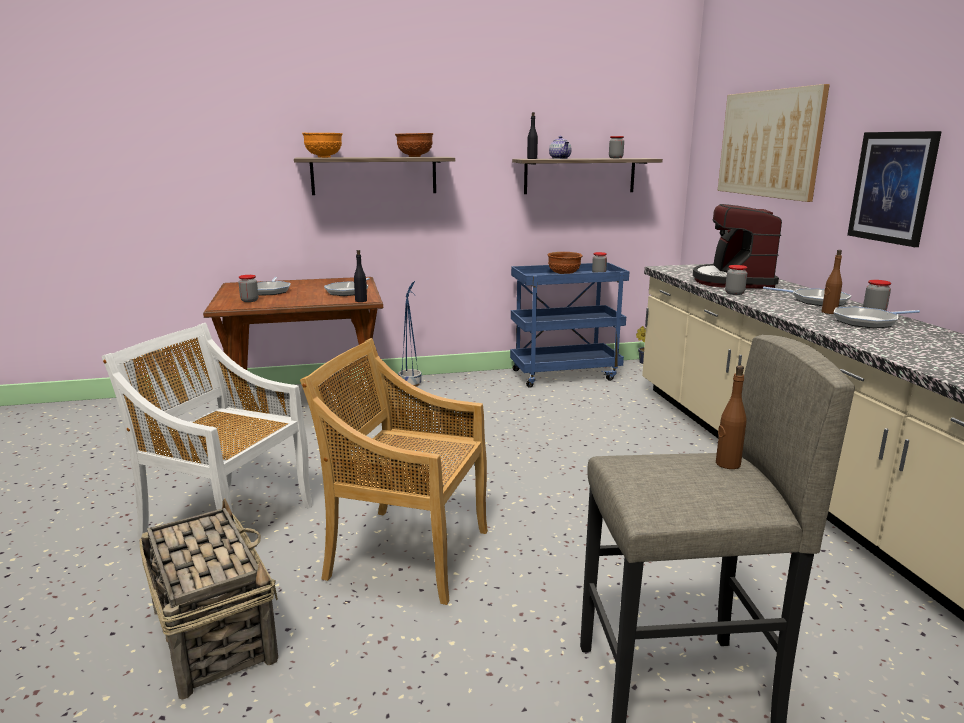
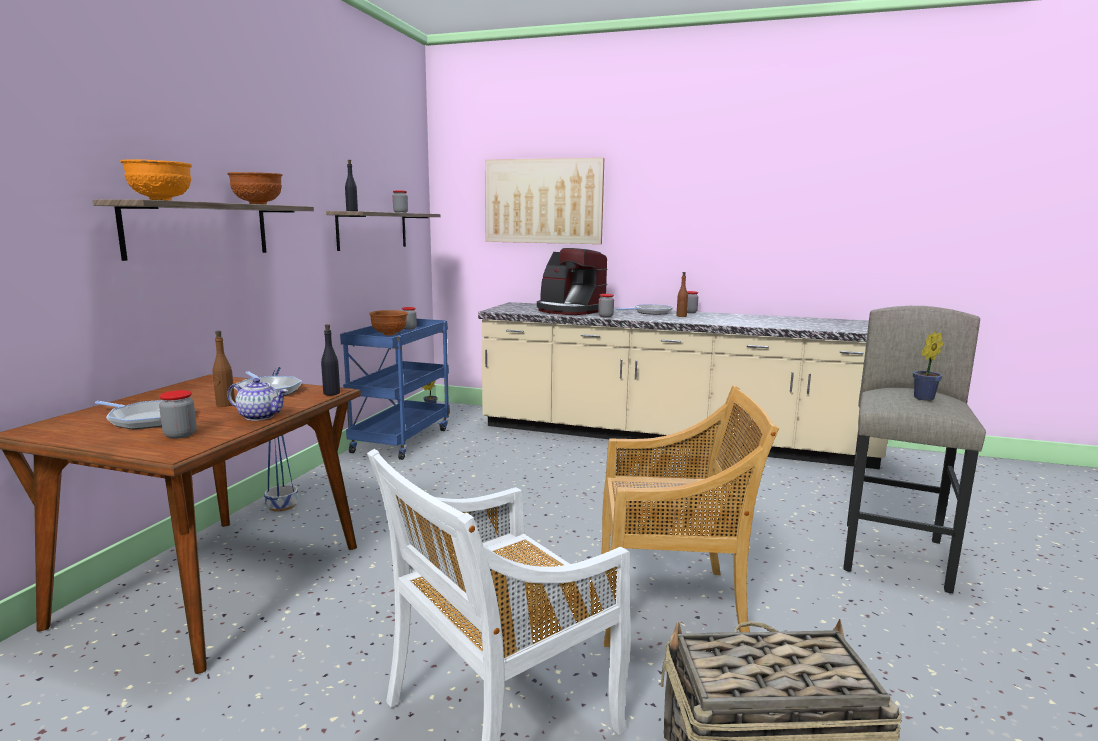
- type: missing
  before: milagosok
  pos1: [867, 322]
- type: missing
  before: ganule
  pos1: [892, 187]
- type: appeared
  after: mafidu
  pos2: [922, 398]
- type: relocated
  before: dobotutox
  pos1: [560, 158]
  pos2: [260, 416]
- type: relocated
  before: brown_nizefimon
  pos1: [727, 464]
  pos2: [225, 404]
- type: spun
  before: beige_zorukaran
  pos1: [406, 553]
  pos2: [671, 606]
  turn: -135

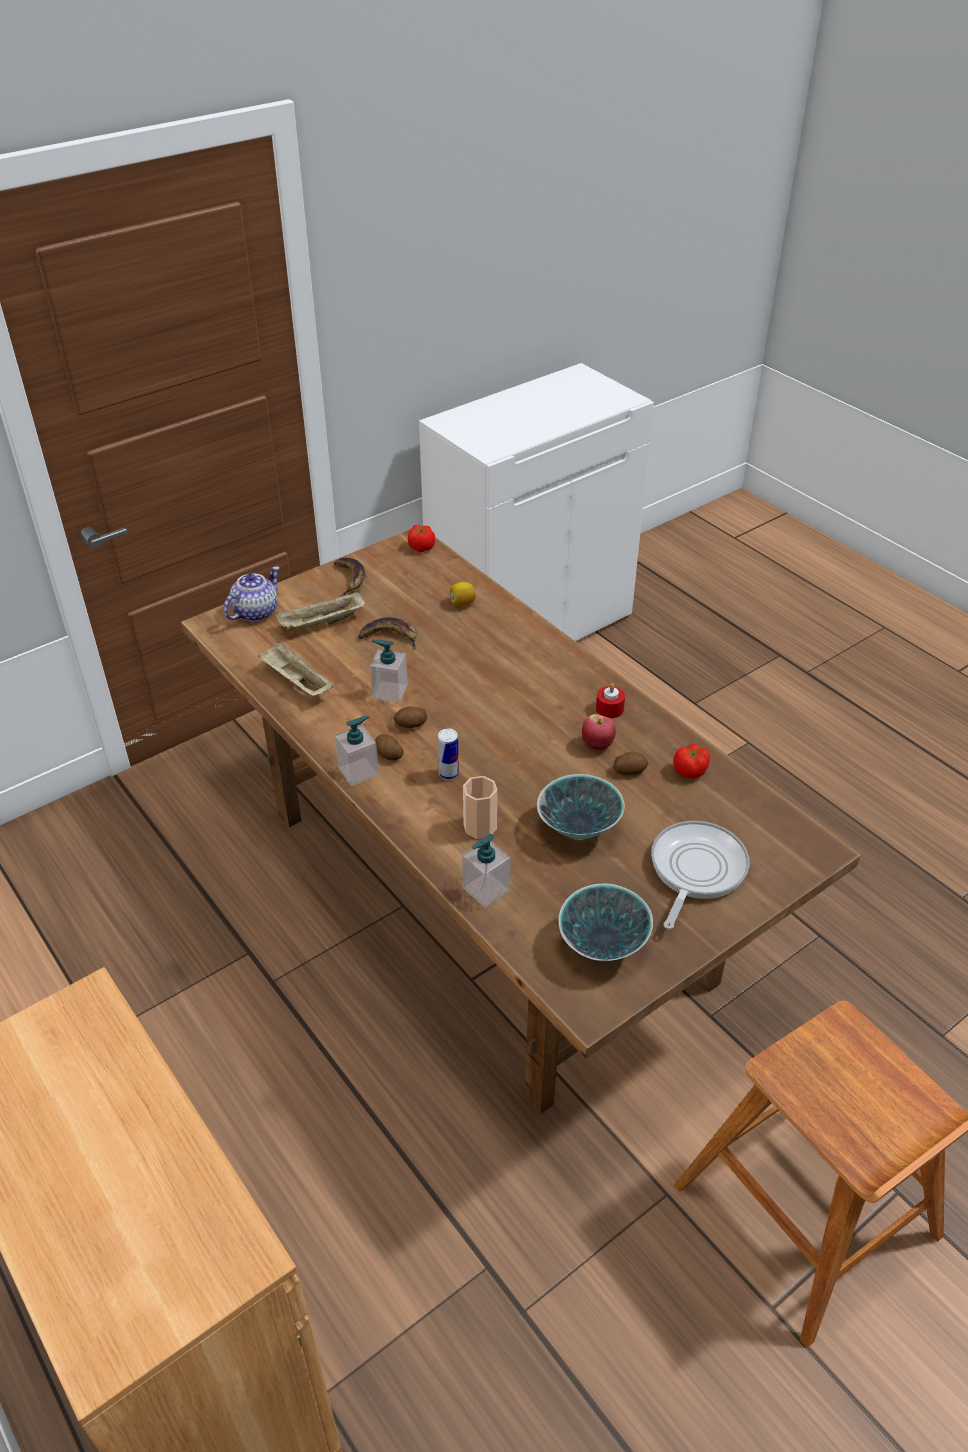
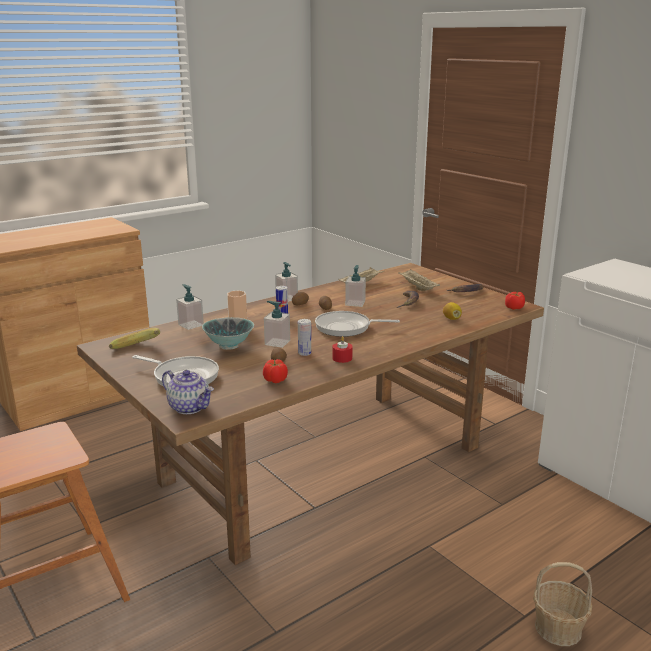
- type: appeared
  after: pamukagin
  pos2: [277, 342]
- type: appeared
  after: milagosok
  pos2: [346, 328]
- type: appeared
  after: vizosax
  pos2: [558, 628]
- type: relocated
  before: dobotutox
  pos1: [255, 612]
  pos2: [190, 407]
- type: exchanged
  before: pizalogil
  after: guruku
  pos1: [603, 945]
  pos2: [138, 350]
- type: exchanged
  before: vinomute
  after: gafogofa
  pos1: [597, 745]
  pos2: [304, 353]

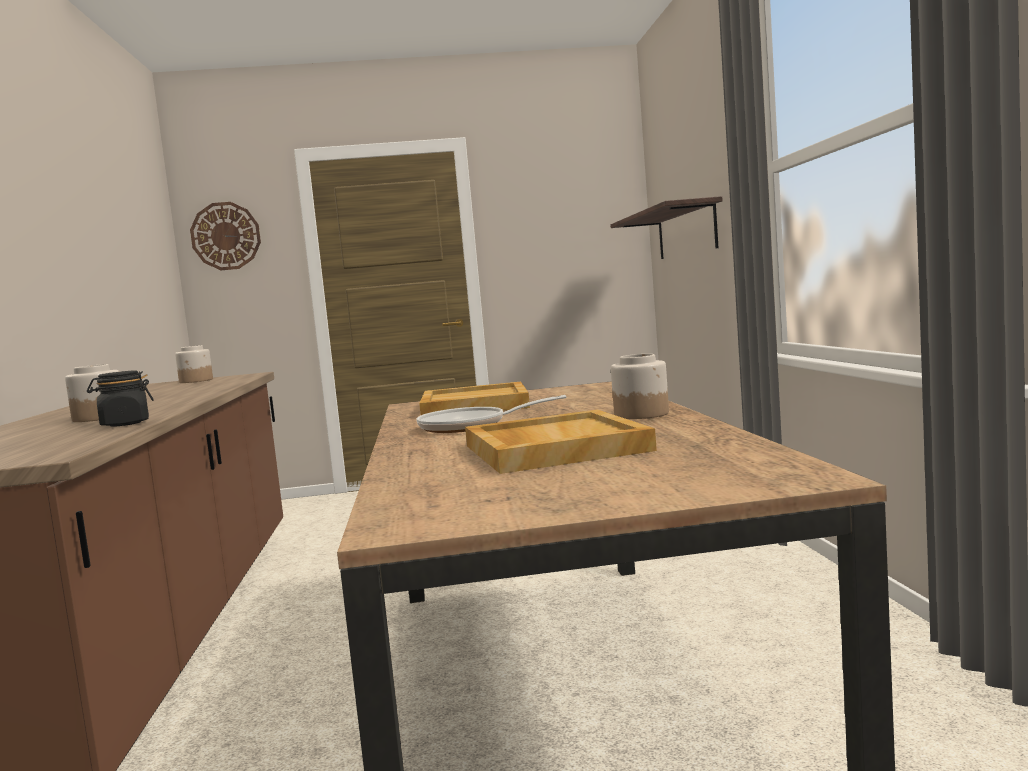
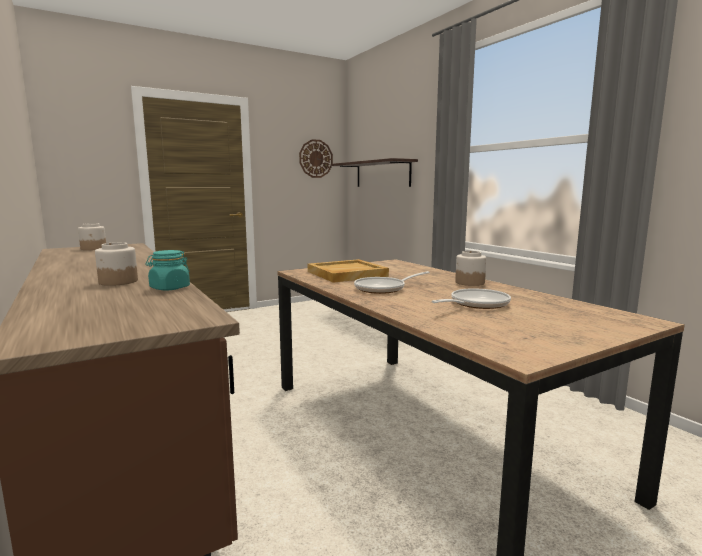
- type: relocated
  before: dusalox
  pos1: [226, 236]
  pos2: [316, 158]
- type: exchanged
  before: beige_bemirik
  after: milagosok
  pos1: [553, 448]
  pos2: [476, 304]
- type: colour
  before: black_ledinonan
  after: turquoise_ledinonan
  pos1: [125, 424]
  pos2: [169, 288]

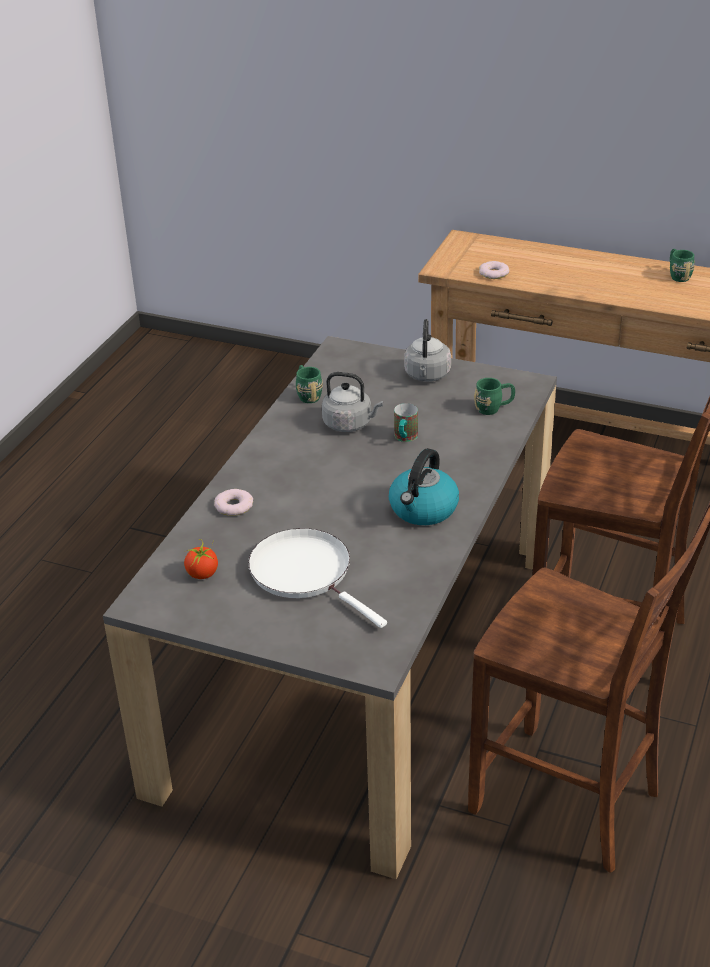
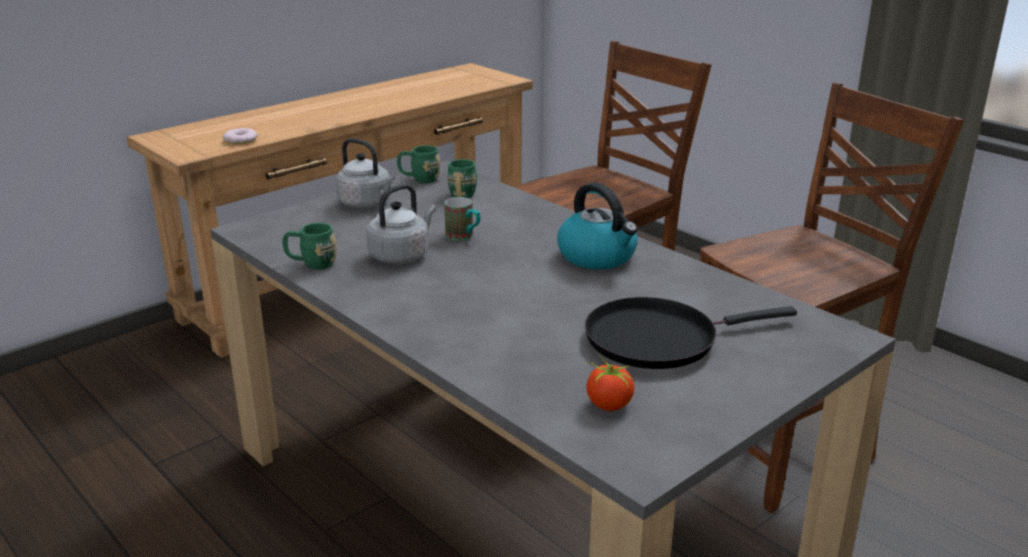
- type: missing
  before: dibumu
  pos1: [233, 506]
- type: relocated
  before: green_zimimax
  pos1: [677, 275]
  pos2: [419, 178]
- type: colour
  before: white_milagosok
  after: black_milagosok
  pos1: [305, 573]
  pos2: [659, 339]

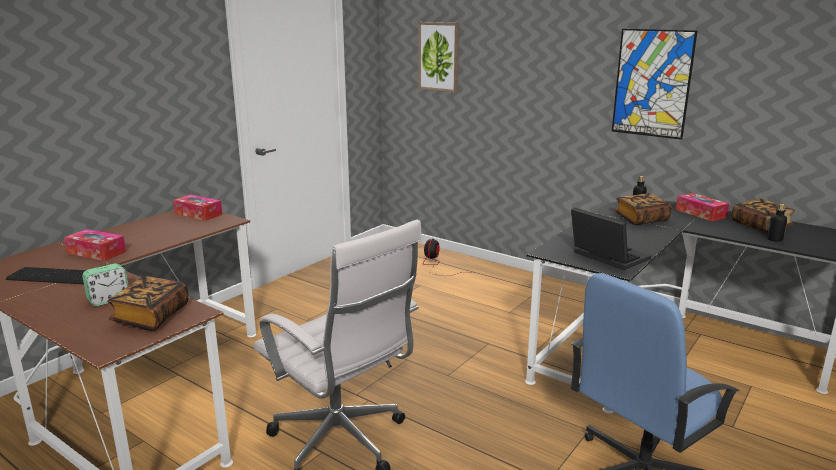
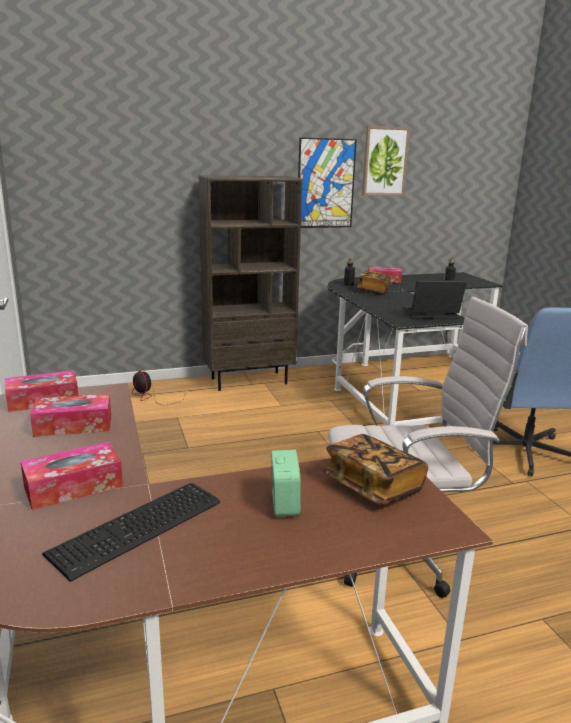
- type: missing
  before: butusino
  pos1: [760, 226]
- type: appeared
  after: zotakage
  pos2: [73, 425]
- type: appeared
  after: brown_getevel
  pos2: [249, 380]
- type: relocated
  before: ganule
  pos1: [439, 56]
  pos2: [384, 161]

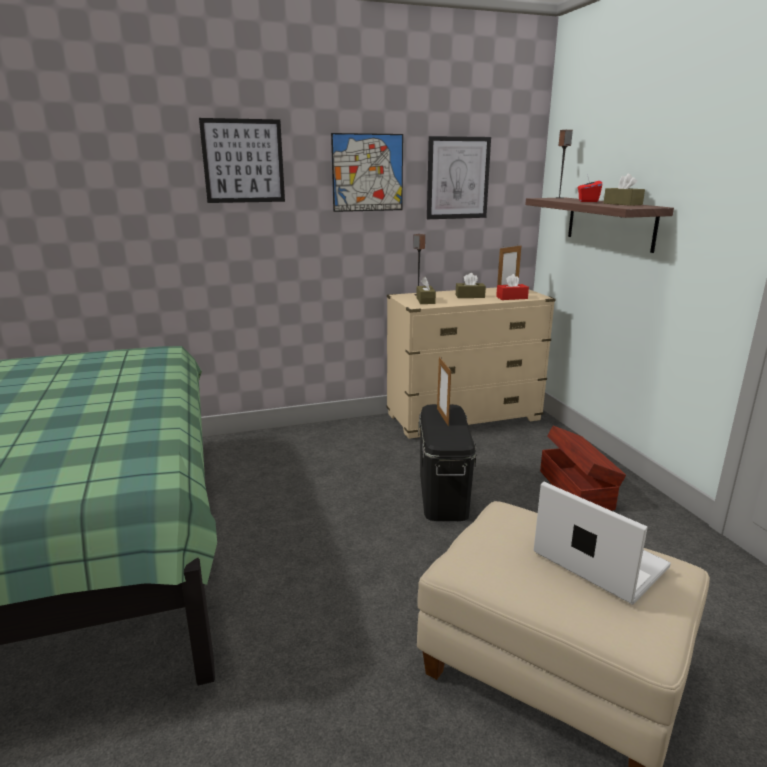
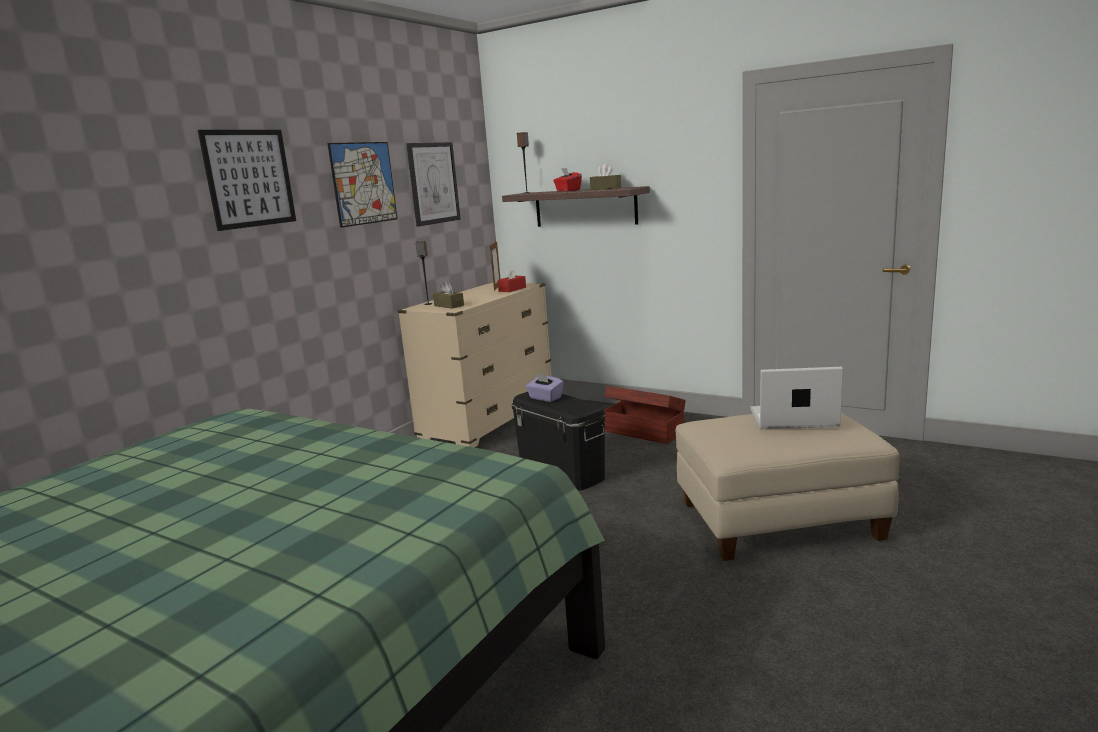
- type: missing
  before: brown_zotakage
  pos1: [470, 296]
- type: exchanged
  before: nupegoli
  after: purple_zotakage
  pos1: [442, 417]
  pos2: [545, 398]

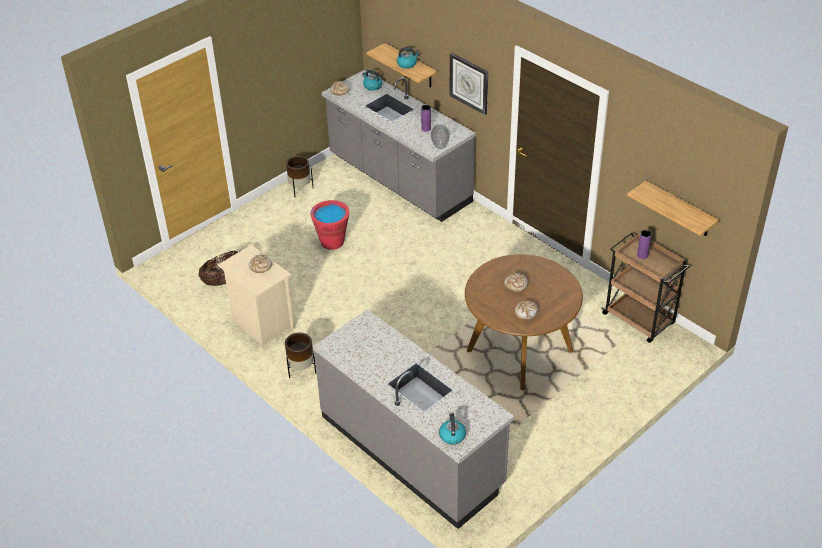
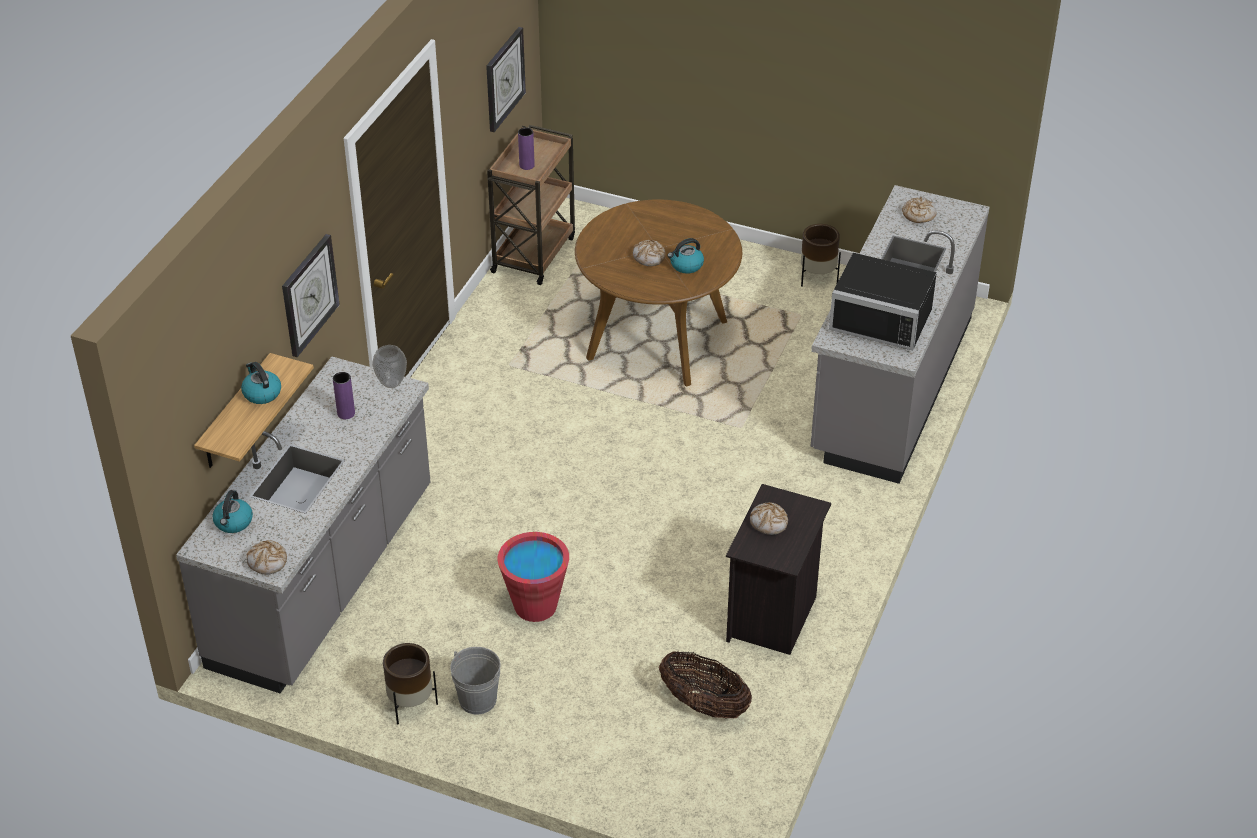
- type: appeared
  after: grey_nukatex
  pos2: [478, 700]
- type: appeared
  after: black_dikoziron
  pos2: [883, 317]
- type: relocated
  before: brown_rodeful
  pos1: [301, 369]
  pos2: [817, 278]
- type: relocated
  before: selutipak
  pos1: [452, 435]
  pos2: [686, 265]
- type: relocated
  before: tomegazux
  pos1: [526, 312]
  pos2: [918, 214]
- type: exchanged
  before: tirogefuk
  after: dusalox
  pos1: [679, 210]
  pos2: [504, 79]
- type: colour
  before: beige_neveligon
  after: black_neveligon
  pos1: [261, 323]
  pos2: [773, 617]

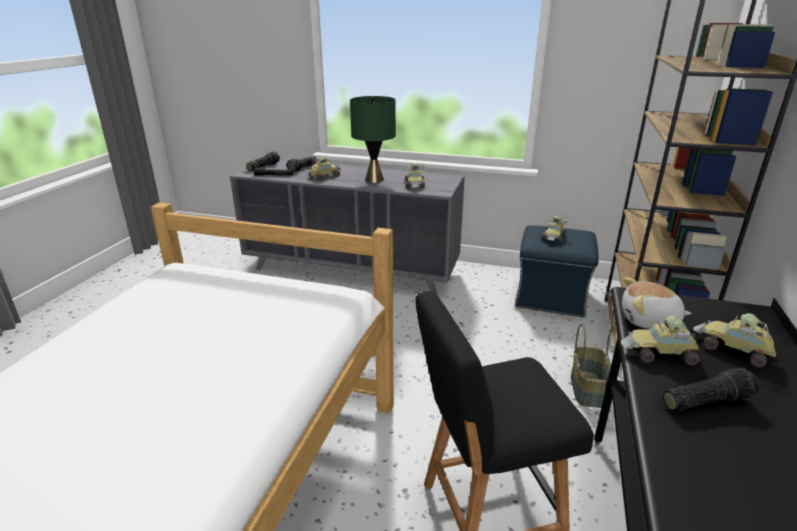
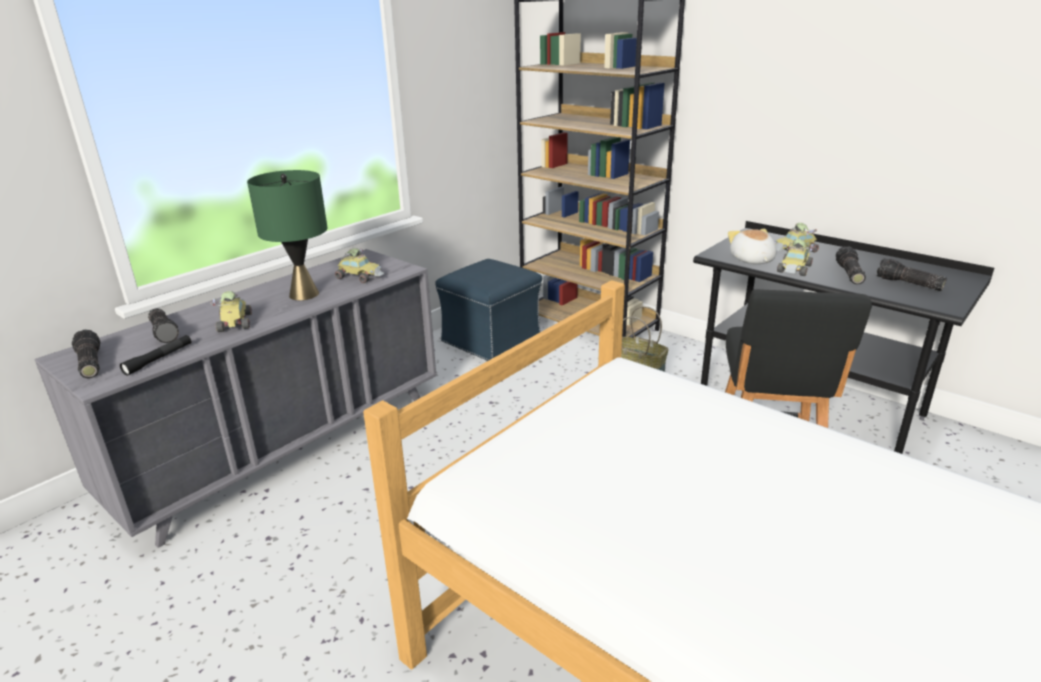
- type: missing
  before: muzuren
  pos1: [554, 236]
- type: appeared
  after: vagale
  pos2: [907, 284]
- type: spun
  before: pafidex
  pos1: [649, 321]
  pos2: [751, 260]
  turn: 135

